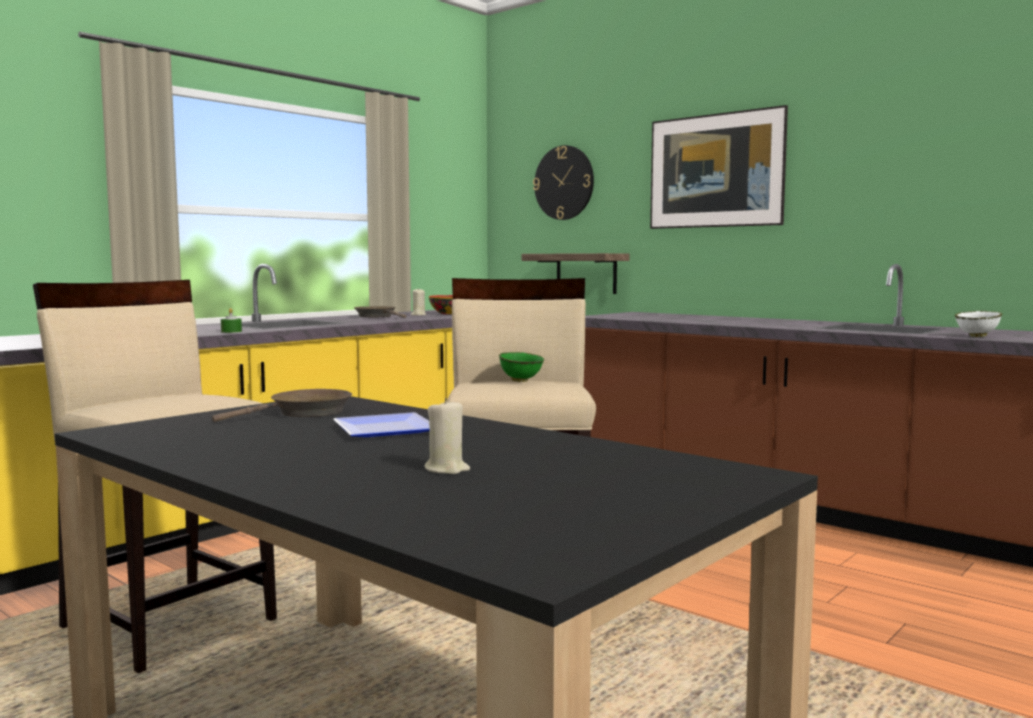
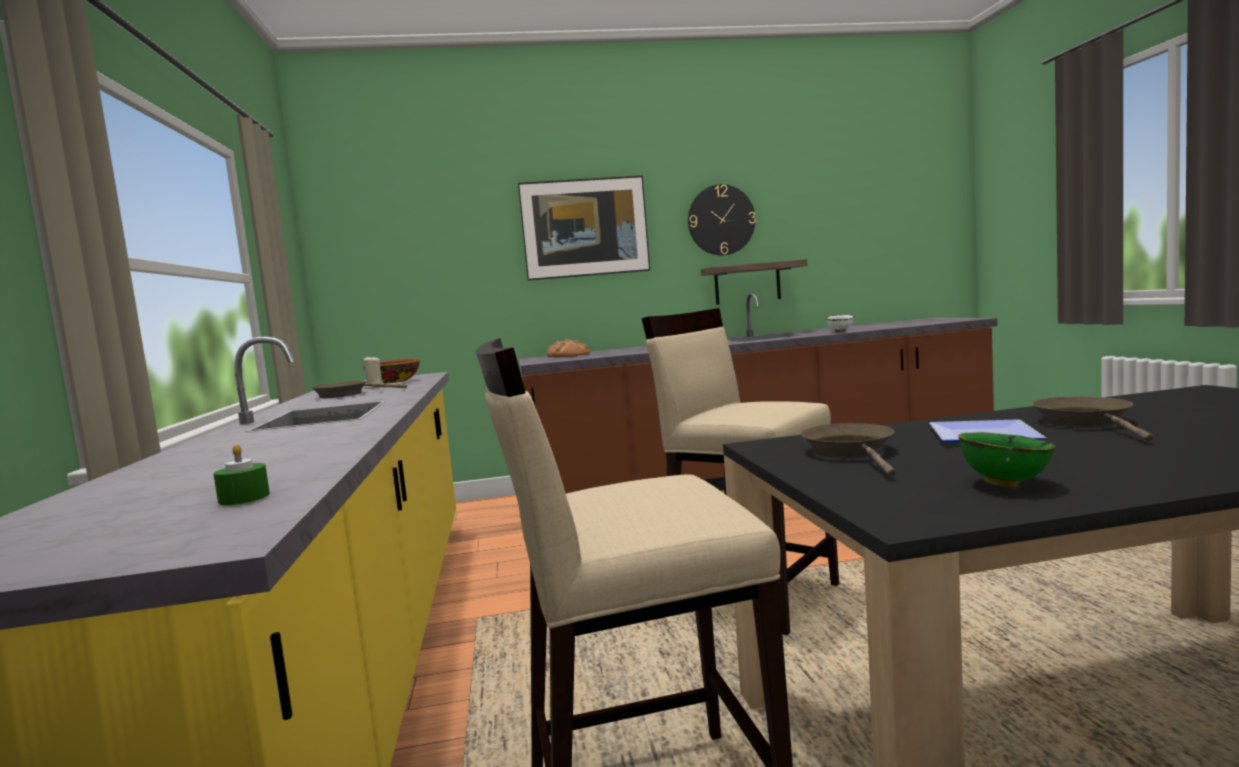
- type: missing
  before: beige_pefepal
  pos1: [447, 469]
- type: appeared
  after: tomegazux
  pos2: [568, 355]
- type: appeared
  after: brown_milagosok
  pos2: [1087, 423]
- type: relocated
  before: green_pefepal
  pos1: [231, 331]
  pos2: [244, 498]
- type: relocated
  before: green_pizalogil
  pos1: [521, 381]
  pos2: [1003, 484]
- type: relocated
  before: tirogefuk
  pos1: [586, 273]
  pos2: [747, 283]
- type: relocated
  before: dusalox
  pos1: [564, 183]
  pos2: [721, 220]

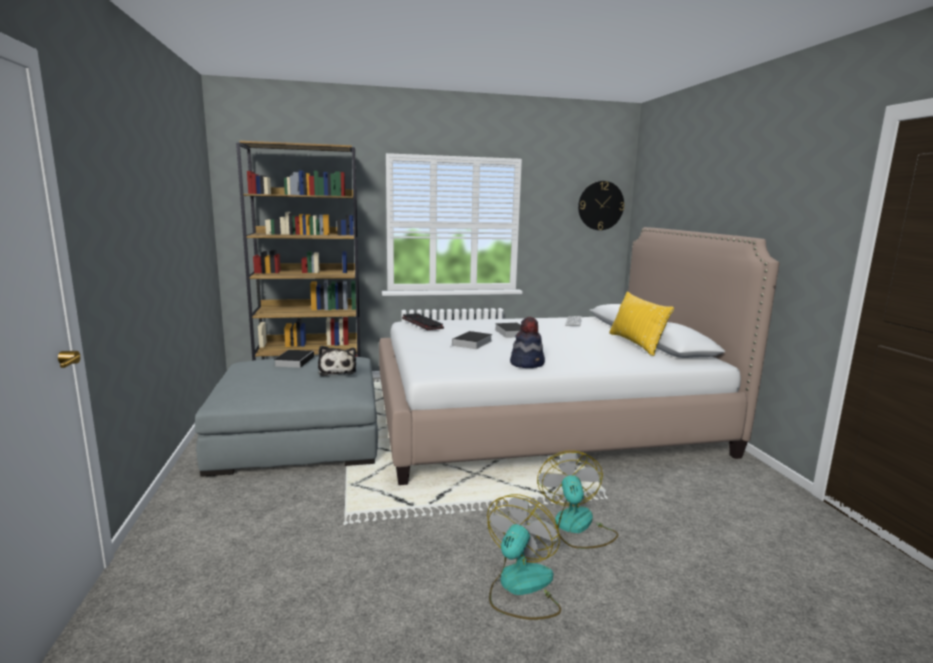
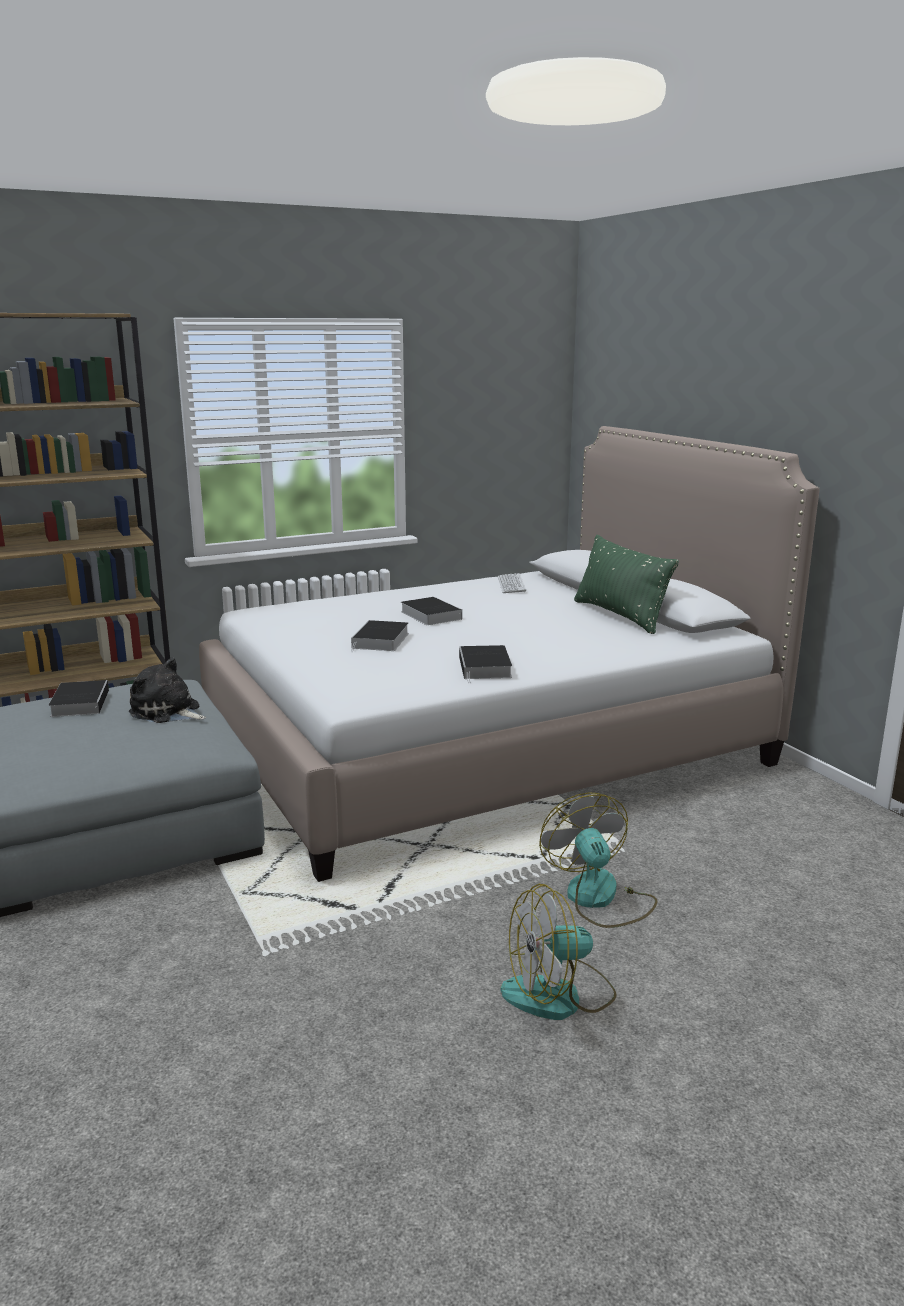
- type: missing
  before: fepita
  pos1: [420, 323]
- type: missing
  before: dusalox
  pos1: [600, 205]
- type: exchanged
  before: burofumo
  after: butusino
  pos1: [527, 363]
  pos2: [485, 668]
- type: colour
  before: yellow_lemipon
  after: green_lemipon
  pos1: [635, 344]
  pos2: [620, 616]
- type: spun
  before: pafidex
  pos1: [337, 371]
  pos2: [167, 712]
  turn: 150
- type: spun
  before: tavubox
  pos1: [520, 588]
  pos2: [559, 995]
  turn: -120

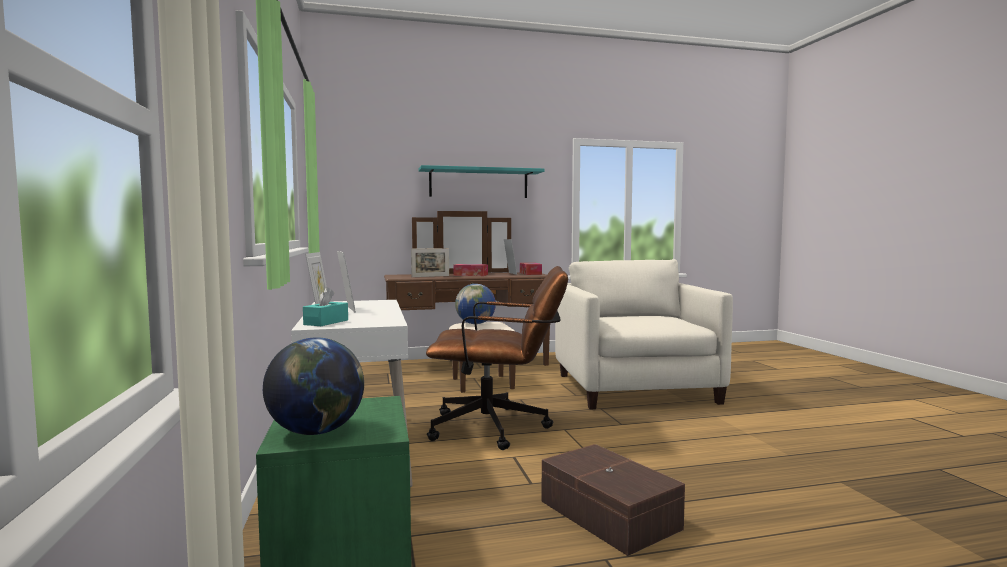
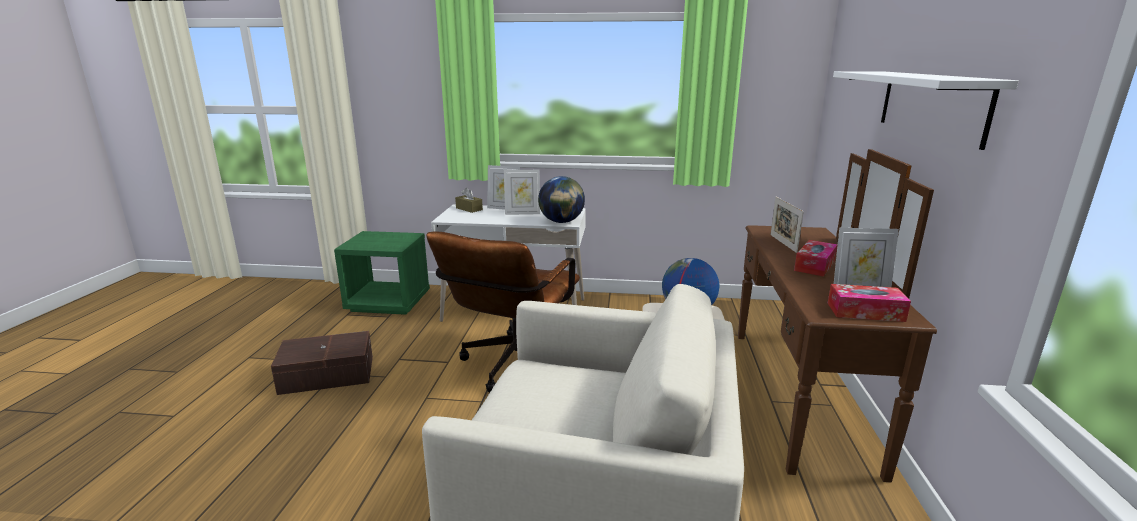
- type: relocated
  before: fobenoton
  pos1: [317, 431]
  pos2: [561, 222]
- type: colour
  before: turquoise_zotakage
  after: brown_zotakage
  pos1: [326, 322]
  pos2: [469, 209]
- type: colour
  before: turquoise_tirogefuk
  after: white_tirogefuk
  pos1: [479, 183]
  pos2: [931, 104]

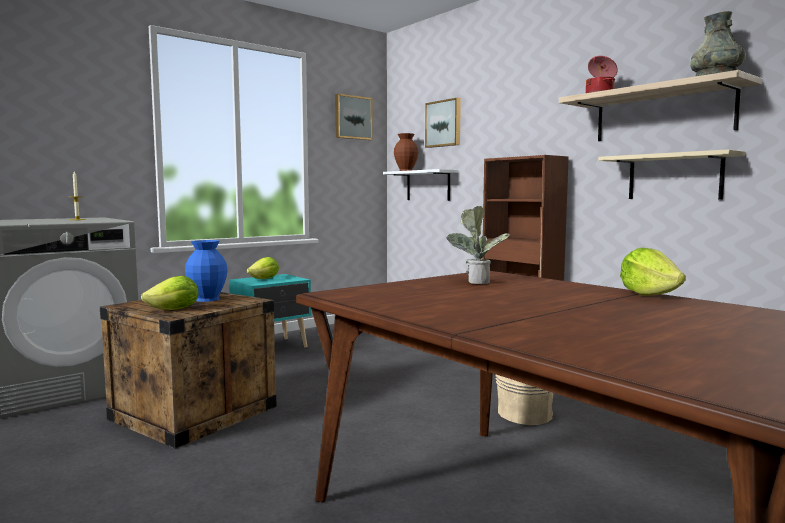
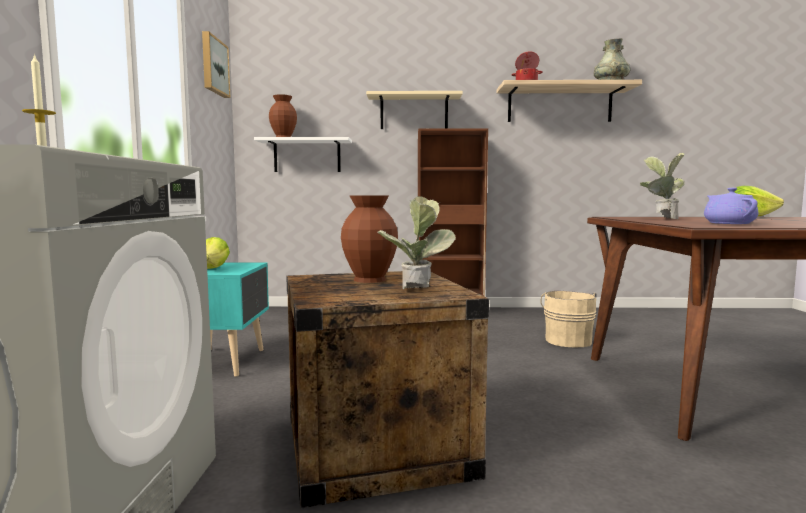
- type: missing
  before: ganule
  pos1: [444, 123]
- type: appeared
  after: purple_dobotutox
  pos2: [728, 223]
- type: relocated
  before: beige_tirogefuk
  pos1: [674, 177]
  pos2: [414, 112]
- type: exchanged
  before: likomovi
  after: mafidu
  pos1: [174, 310]
  pos2: [417, 291]
- type: colour
  before: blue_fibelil
  after: brown_fibelil
  pos1: [208, 299]
  pos2: [371, 280]

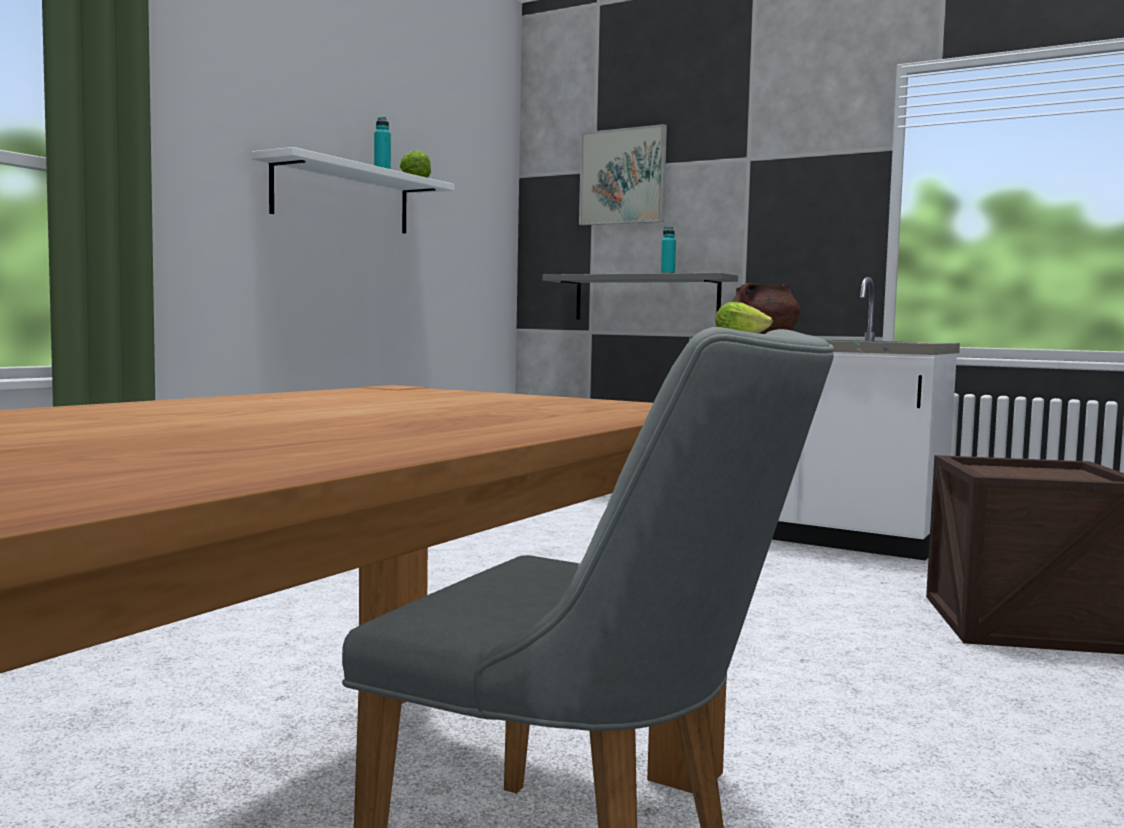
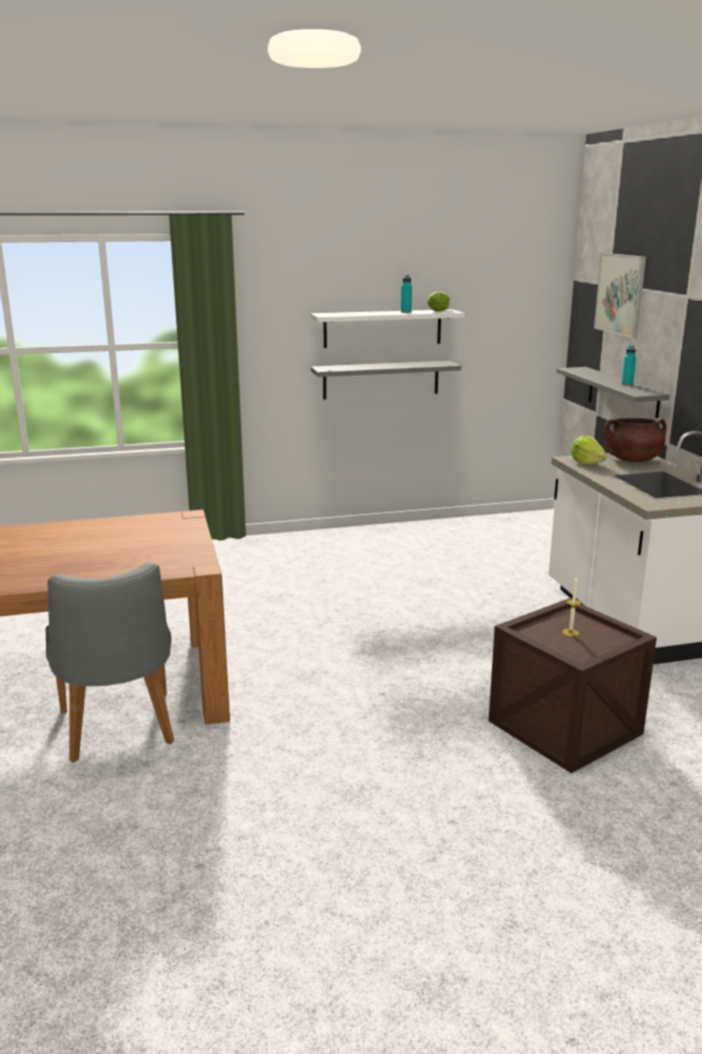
- type: appeared
  after: grey_tirogefuk
  pos2: [381, 380]
- type: appeared
  after: pefepal
  pos2: [570, 632]

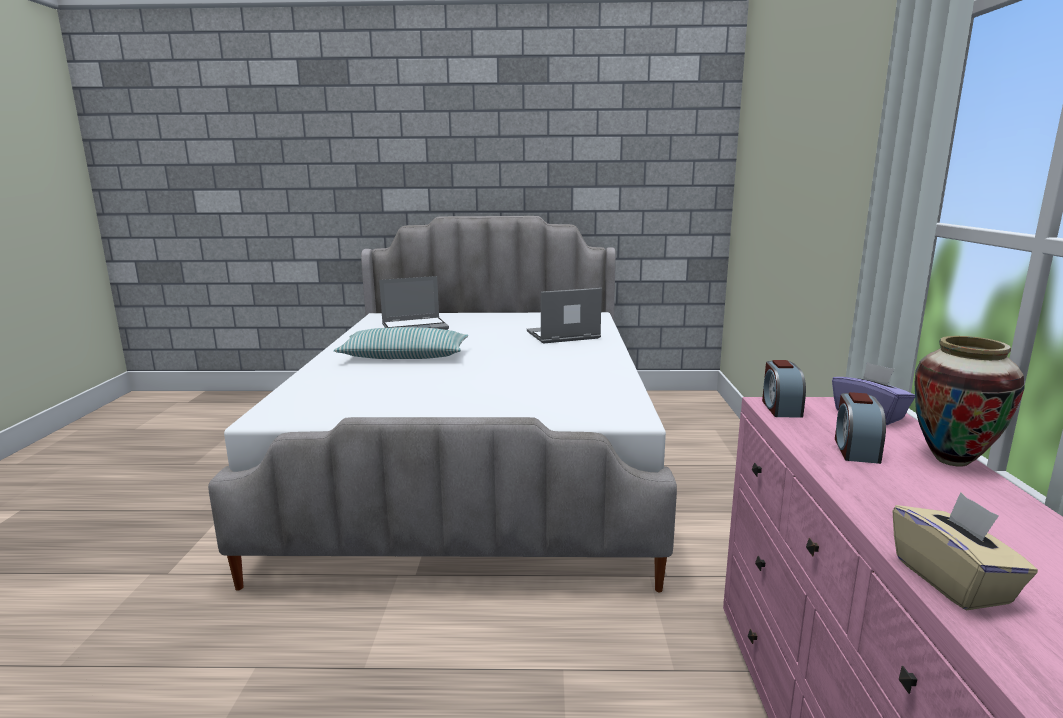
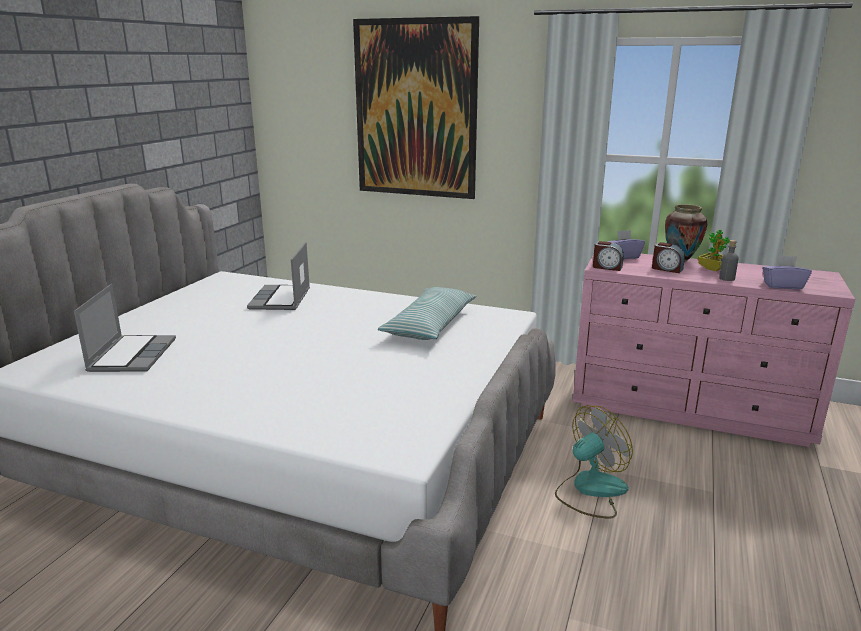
- type: appeared
  after: ganule
  pos2: [415, 110]
- type: appeared
  after: tavubox
  pos2: [590, 490]
- type: appeared
  after: mafidu
  pos2: [713, 269]
- type: appeared
  after: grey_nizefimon
  pos2: [726, 278]
- type: relocated
  before: lemipon
  pos1: [404, 357]
  pos2: [430, 325]
- type: colour
  before: beige_zotakage
  after: purple_zotakage
  pos1: [952, 581]
  pos2: [783, 286]

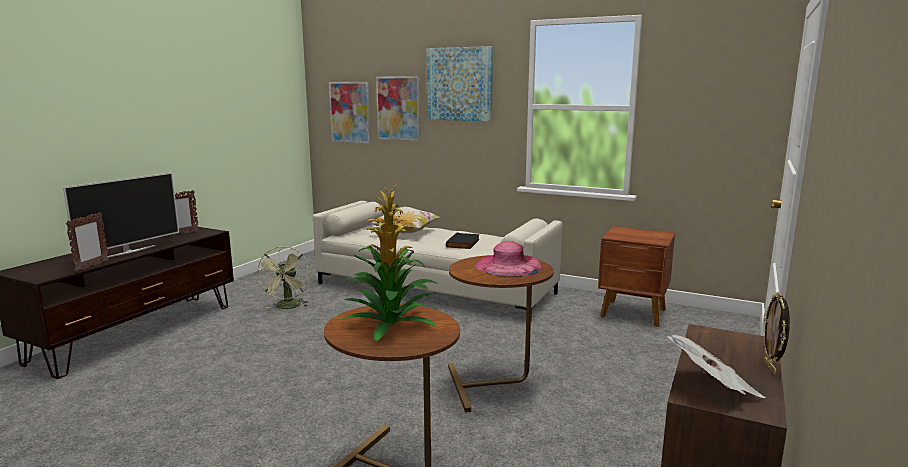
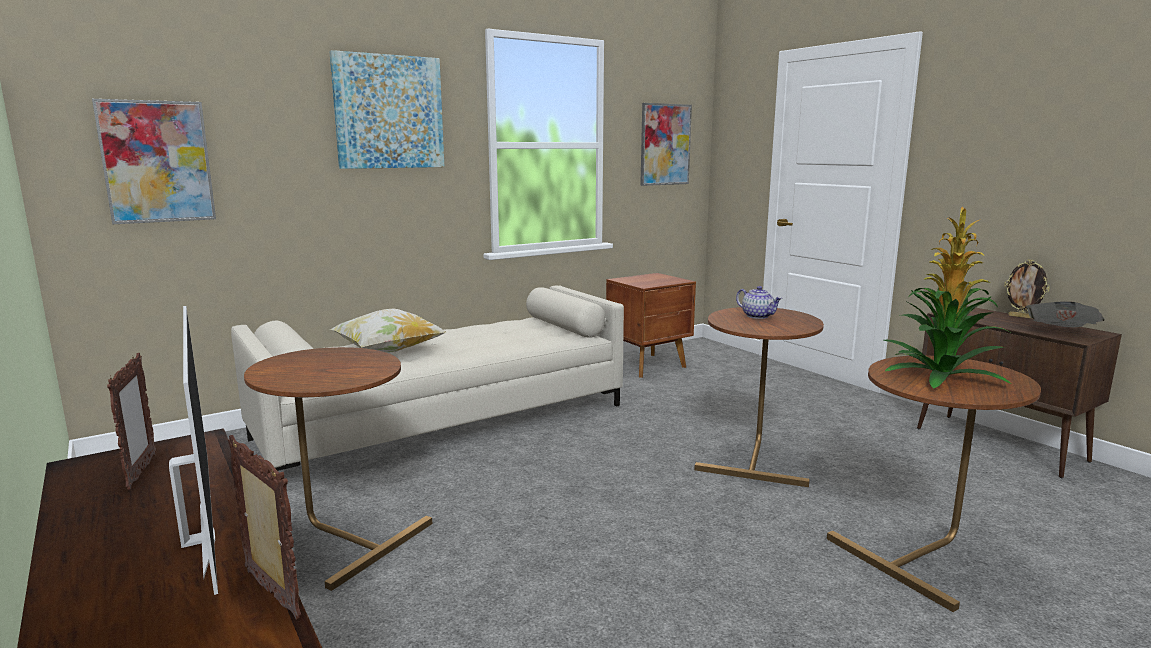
- type: missing
  before: black_butusino
  pos1: [464, 243]
- type: relocated
  before: ganule
  pos1: [398, 108]
  pos2: [665, 144]
- type: exchanged
  before: green_tavubox
  after: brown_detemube
  pos1: [288, 307]
  pos2: [342, 537]
- type: exchanged
  before: pink_burofumo
  after: dobotutox
  pos1: [508, 265]
  pos2: [758, 316]

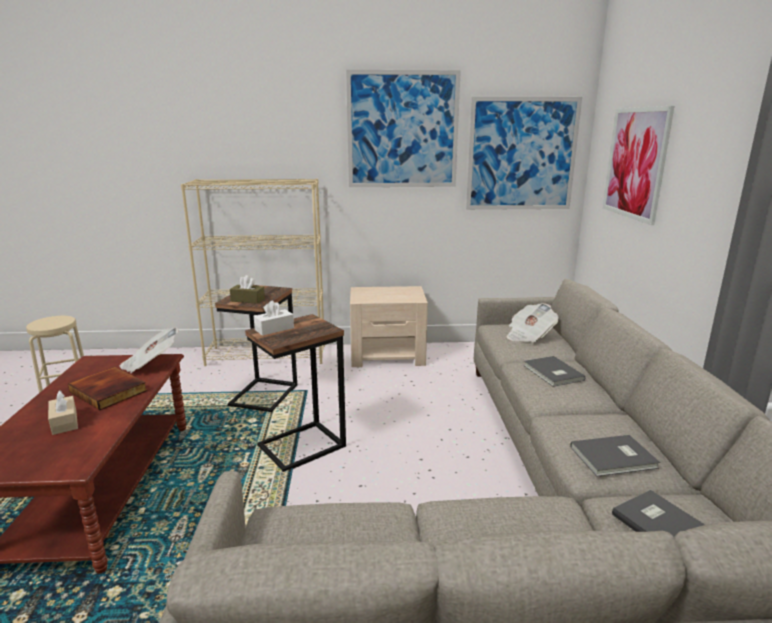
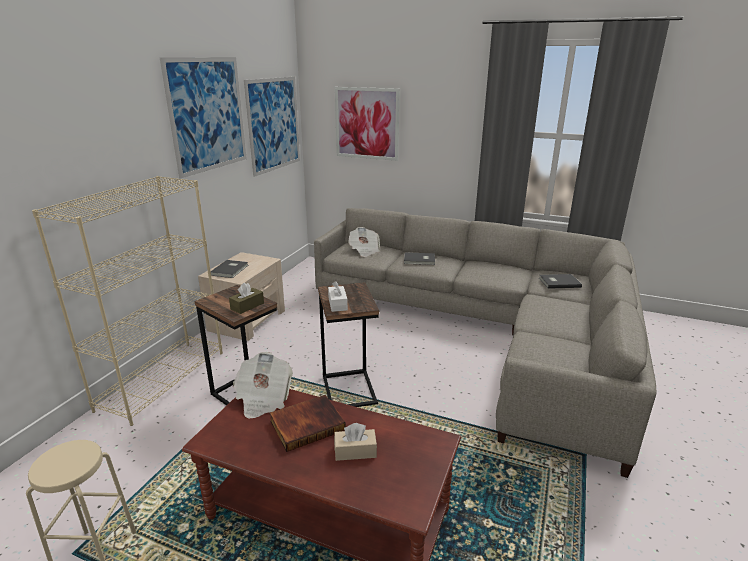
- type: relocated
  before: grey_butusino
  pos1: [615, 458]
  pos2: [230, 270]

